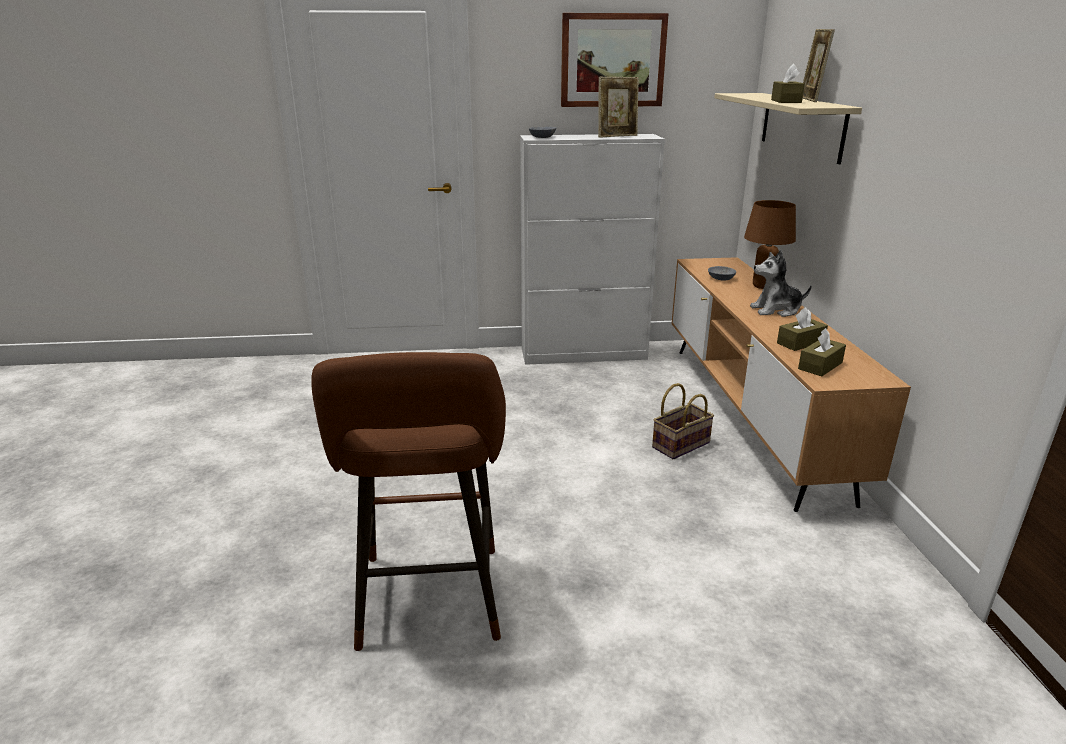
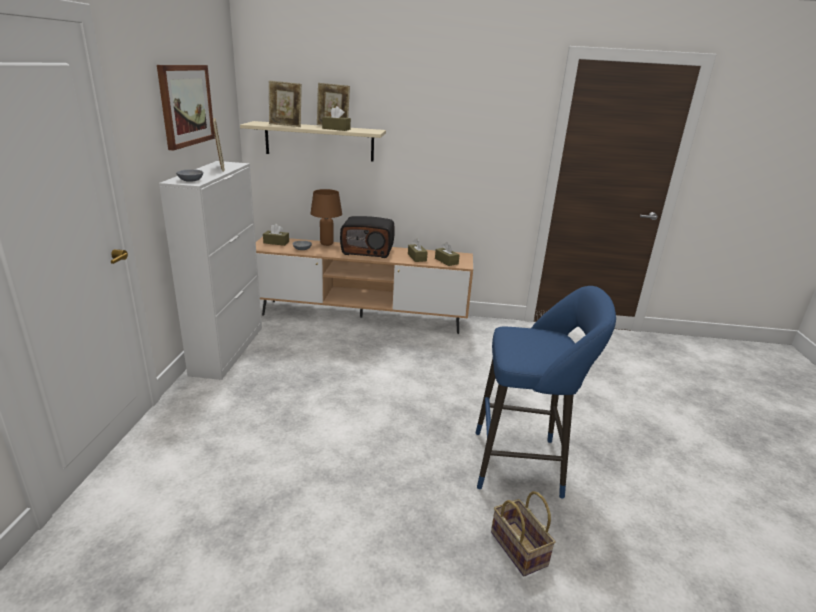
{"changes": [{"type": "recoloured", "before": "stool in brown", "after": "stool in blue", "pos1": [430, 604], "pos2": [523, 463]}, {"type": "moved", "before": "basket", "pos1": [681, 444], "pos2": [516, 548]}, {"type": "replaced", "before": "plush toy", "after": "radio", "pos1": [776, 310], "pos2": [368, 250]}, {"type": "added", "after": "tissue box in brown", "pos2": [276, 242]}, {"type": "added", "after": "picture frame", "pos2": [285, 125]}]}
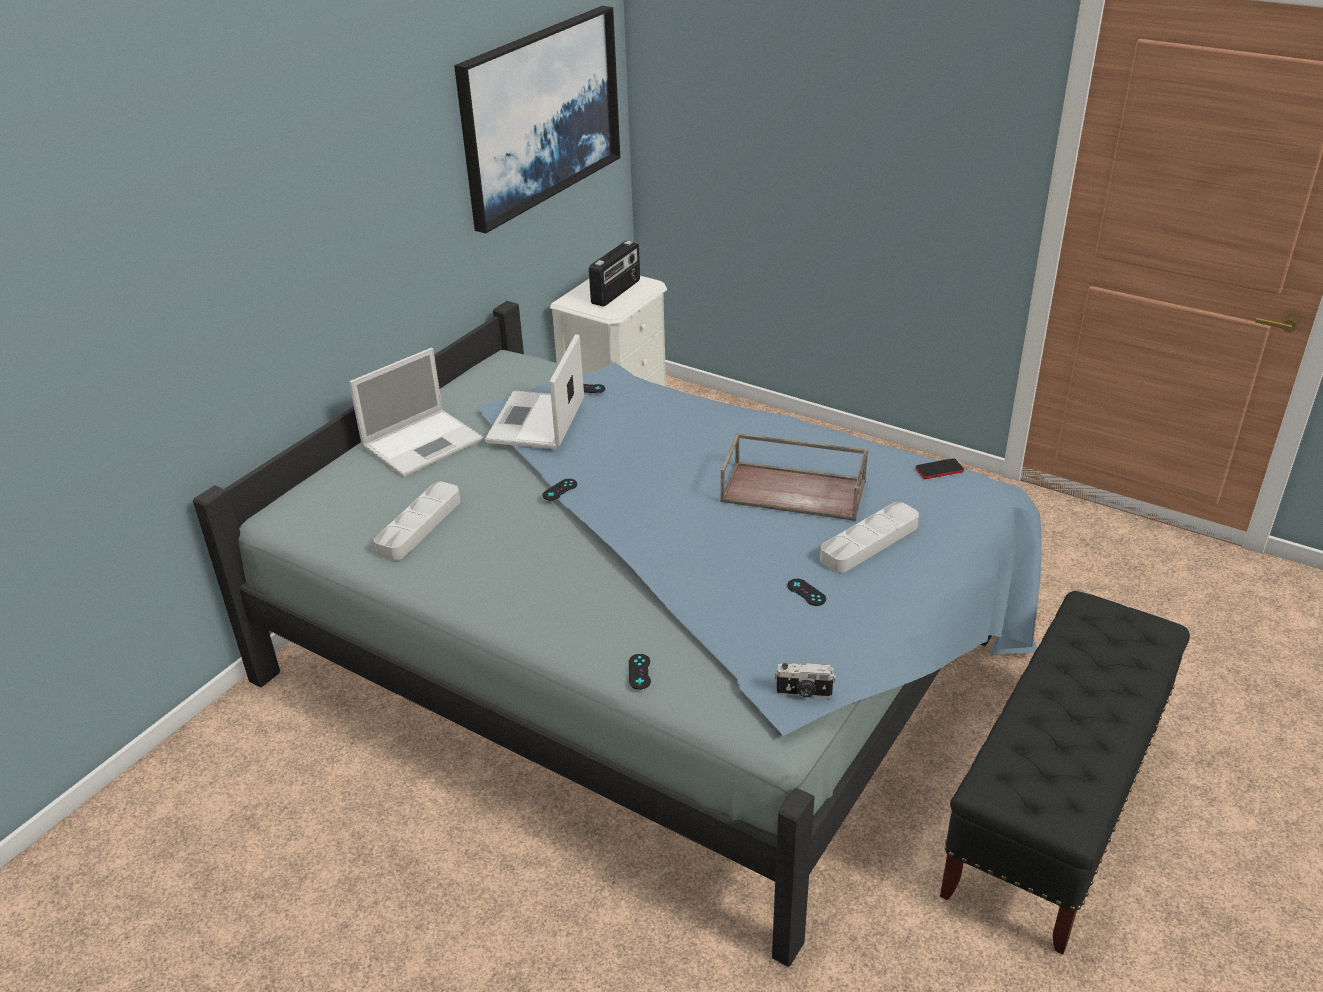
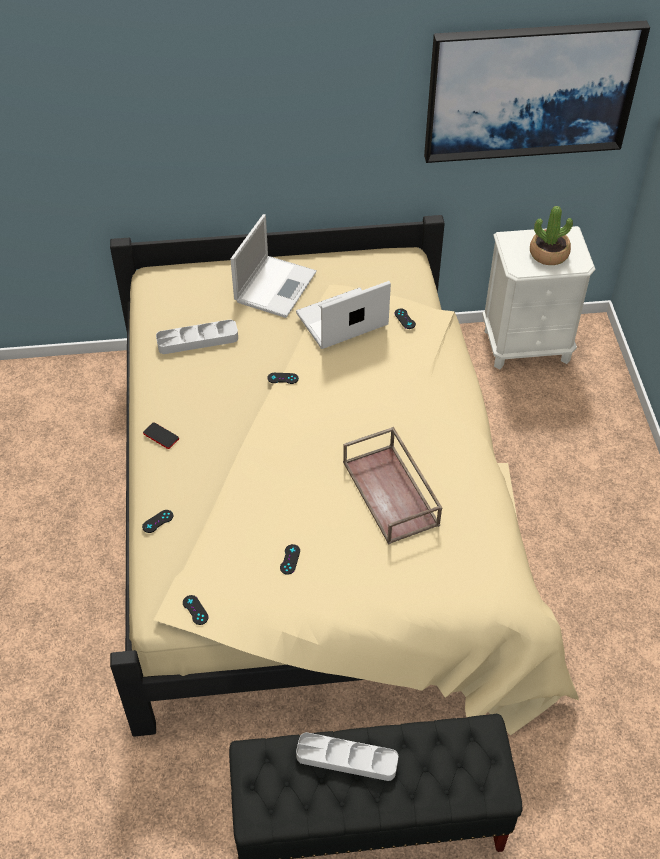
{"changes": [{"type": "recoloured", "before": "bed in blue", "after": "bed in beige", "pos1": [653, 650], "pos2": [320, 515]}, {"type": "turned", "before": "laptop", "pos1": [424, 442], "pos2": [276, 285], "turn": -75}, {"type": "replaced", "before": "radio", "after": "potted plant", "pos1": [616, 292], "pos2": [548, 254]}, {"type": "replaced", "before": "photo camera", "after": "game controller in black", "pos1": [804, 693], "pos2": [195, 610]}, {"type": "moved", "before": "tray in grey", "pos1": [869, 542], "pos2": [347, 759]}, {"type": "moved", "before": "phone", "pos1": [939, 469], "pos2": [161, 436]}]}
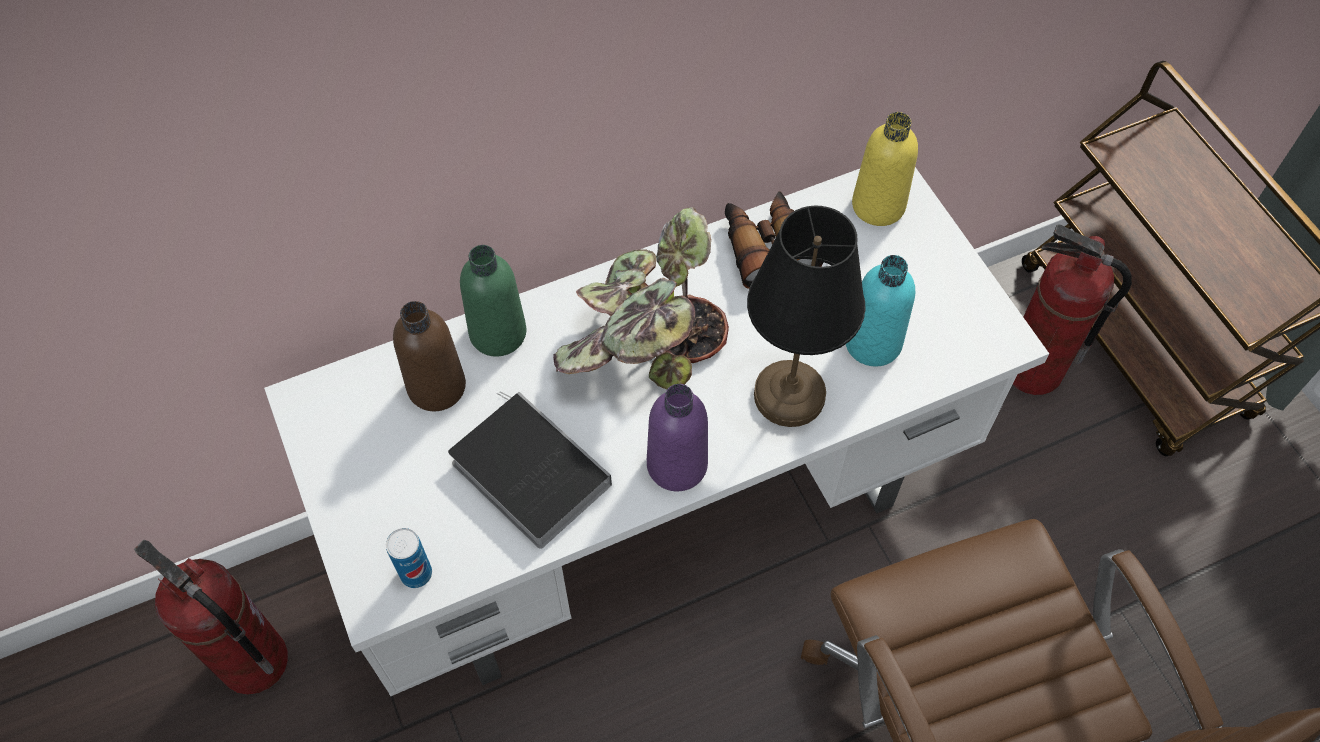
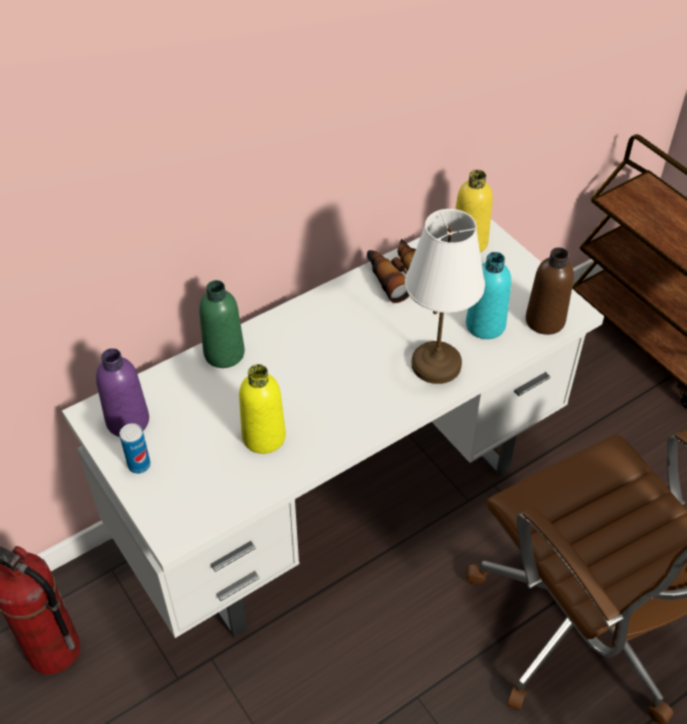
{"changes": [{"type": "moved", "before": "can", "pos1": [416, 573], "pos2": [139, 465]}, {"type": "moved", "before": "bottle in brown", "pos1": [436, 387], "pos2": [545, 320]}, {"type": "replaced", "before": "book", "after": "bottle in yellow", "pos1": [526, 471], "pos2": [264, 437]}, {"type": "removed", "before": "potted plant", "pos1": [641, 345]}, {"type": "moved", "before": "bottle in purple", "pos1": [677, 465], "pos2": [128, 421]}, {"type": "recoloured", "before": "table lamp in black", "after": "table lamp in white", "pos1": [791, 395], "pos2": [437, 364]}, {"type": "removed", "before": "fire extinguisher", "pos1": [1032, 370]}]}
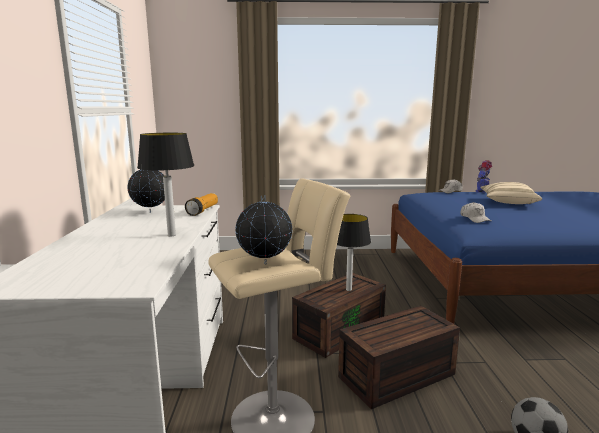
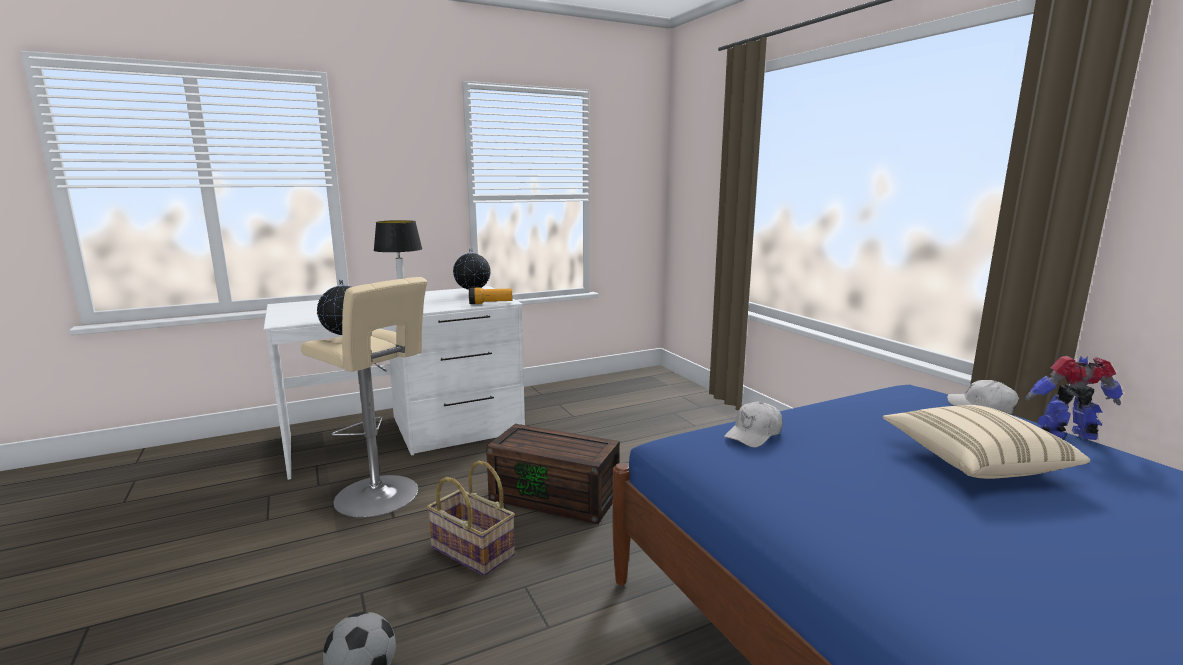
{"changes": [{"type": "removed", "before": "table lamp", "pos1": [348, 289]}, {"type": "replaced", "before": "storage box in brown", "after": "basket", "pos1": [396, 377], "pos2": [471, 552]}]}
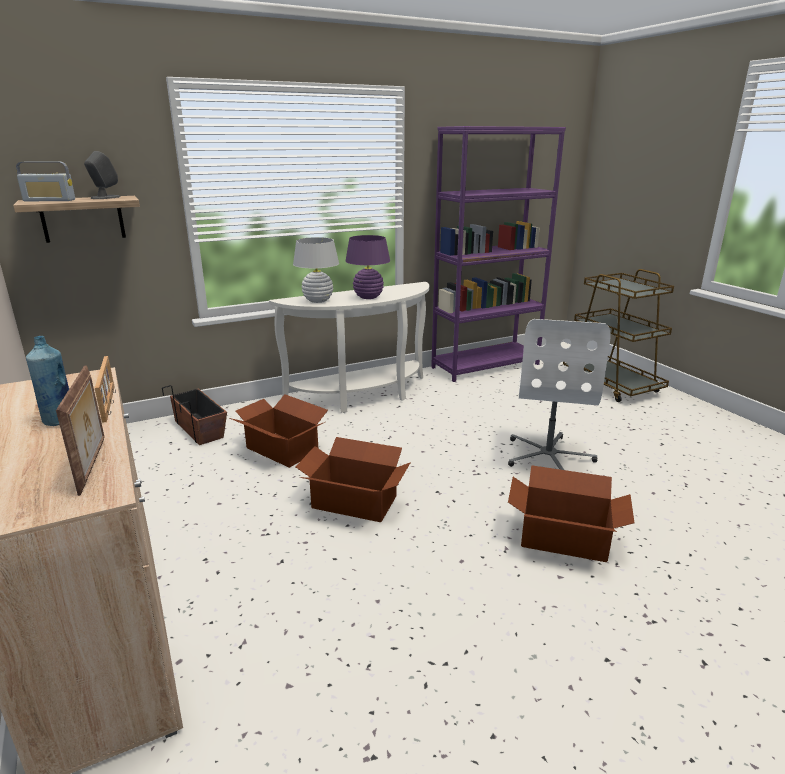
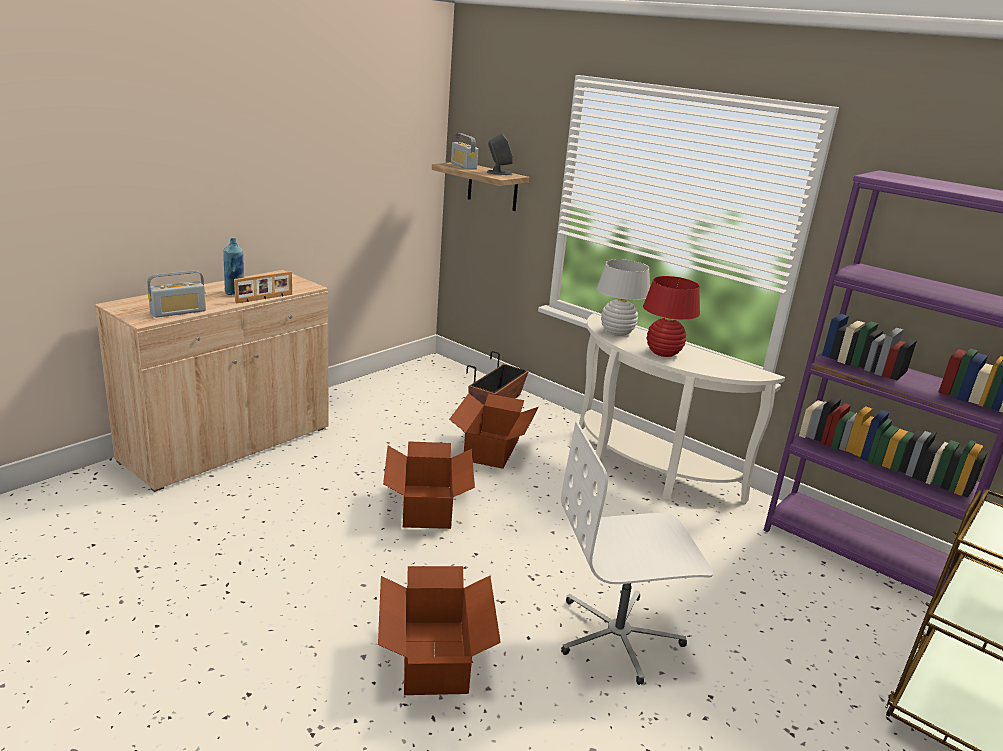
{"changes": [{"type": "replaced", "before": "picture frame", "after": "radio", "pos1": [94, 465], "pos2": [178, 312]}, {"type": "recoloured", "before": "table lamp in purple", "after": "table lamp in red", "pos1": [368, 297], "pos2": [663, 353]}]}
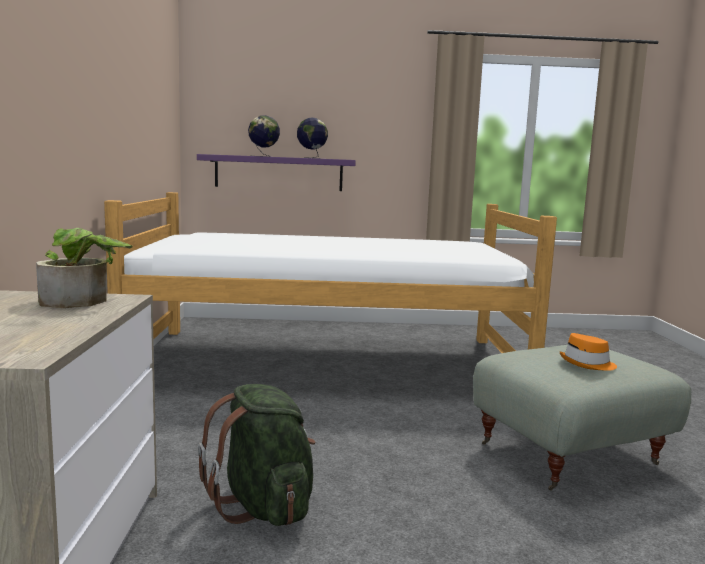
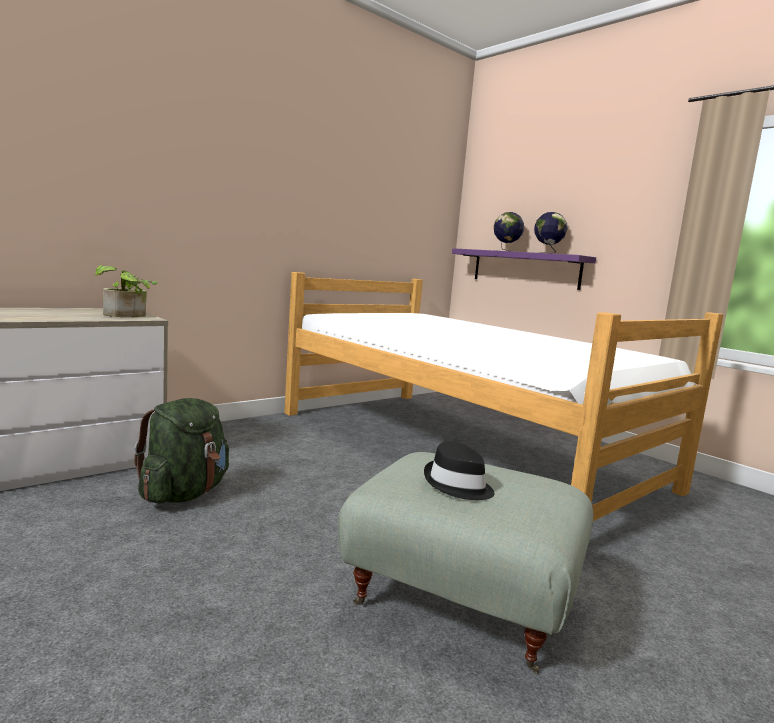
{"changes": [{"type": "recoloured", "before": "hat in orange", "after": "hat in black", "pos1": [588, 364], "pos2": [457, 485]}]}
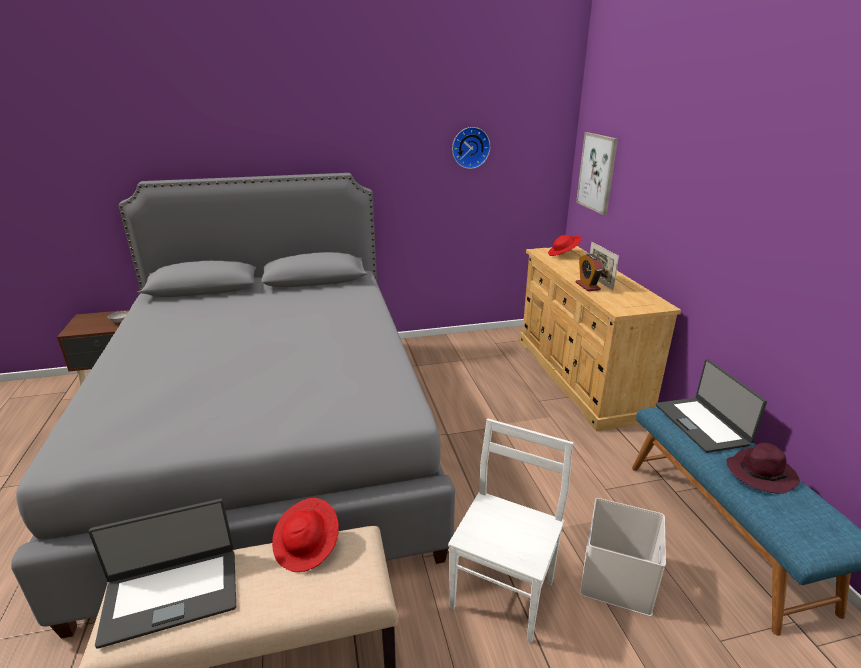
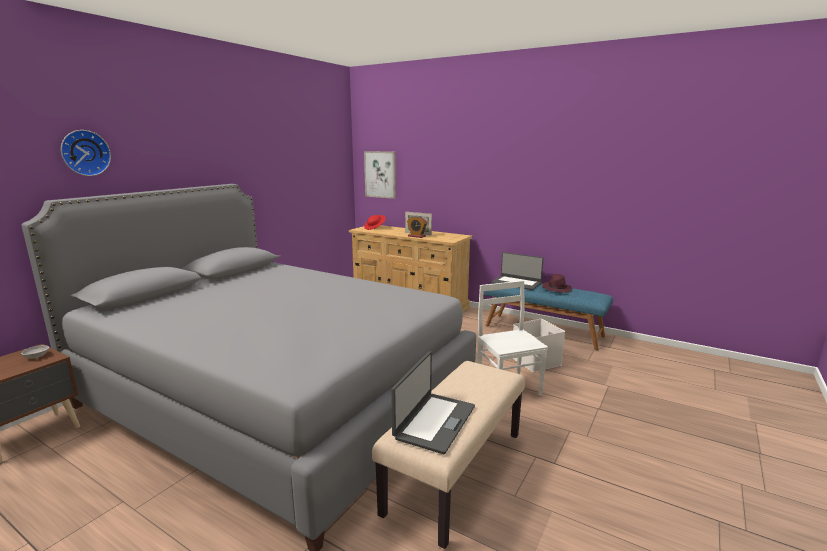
{"changes": [{"type": "removed", "before": "hat in red", "pos1": [307, 547]}, {"type": "moved", "before": "wall clock", "pos1": [470, 147], "pos2": [84, 153]}]}
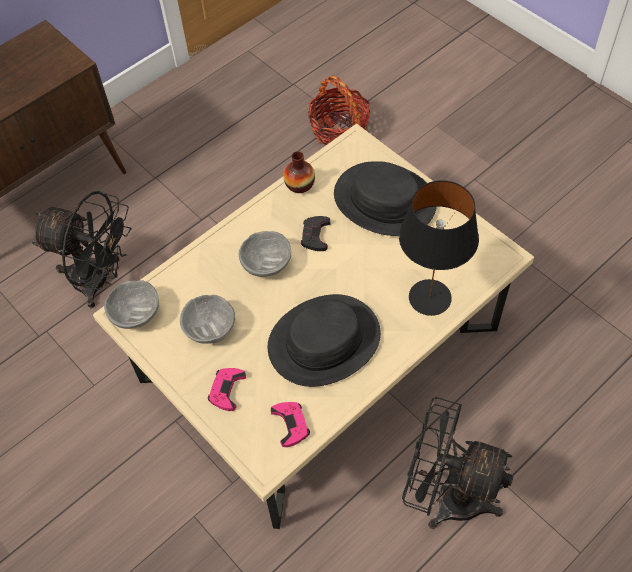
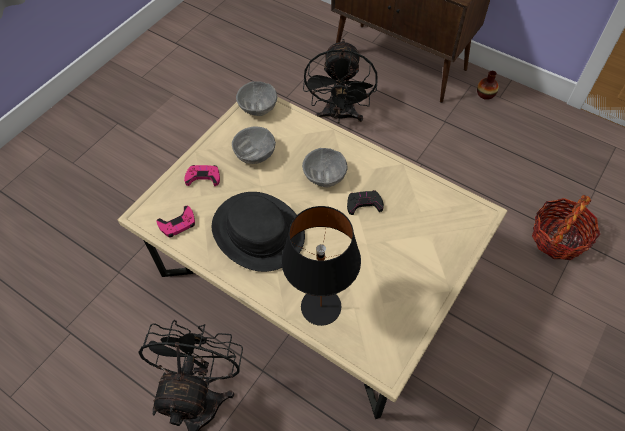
{"changes": [{"type": "moved", "before": "vase", "pos1": [299, 184], "pos2": [485, 94]}, {"type": "removed", "before": "hat in black", "pos1": [384, 200]}]}
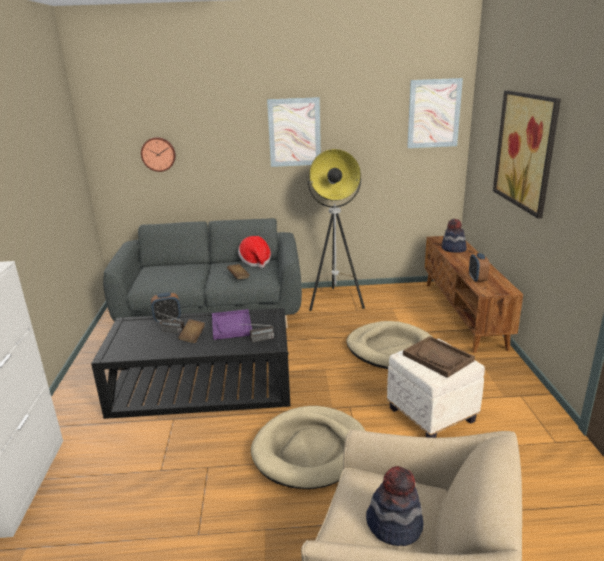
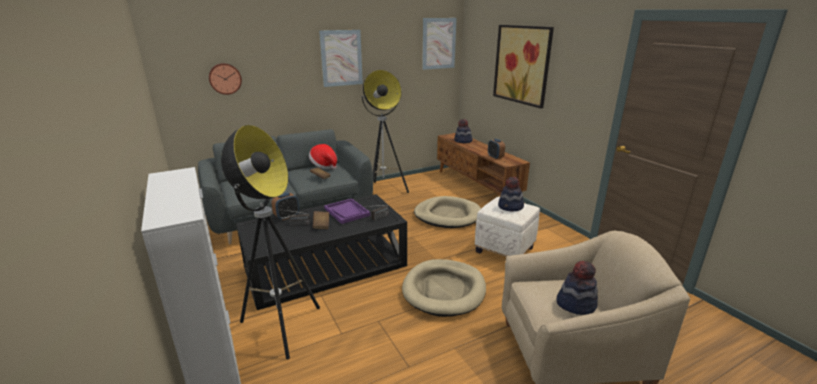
{"changes": [{"type": "replaced", "before": "tray in brown", "after": "hat", "pos1": [438, 358], "pos2": [510, 207]}, {"type": "added", "after": "floor lamp", "pos2": [280, 328]}]}
